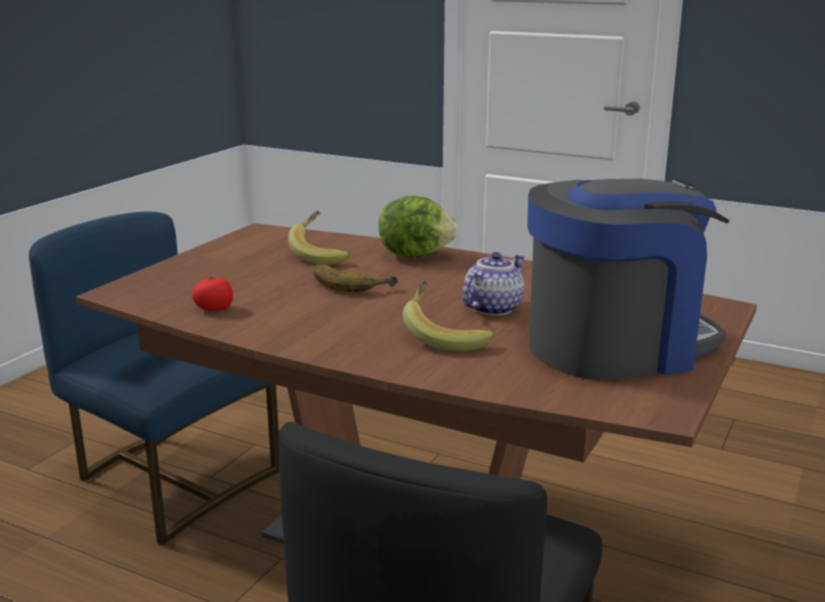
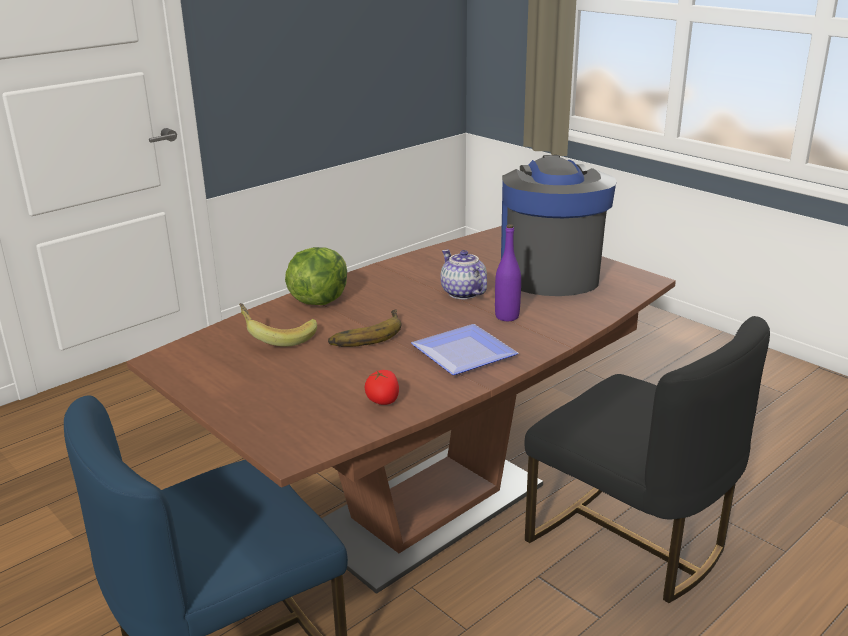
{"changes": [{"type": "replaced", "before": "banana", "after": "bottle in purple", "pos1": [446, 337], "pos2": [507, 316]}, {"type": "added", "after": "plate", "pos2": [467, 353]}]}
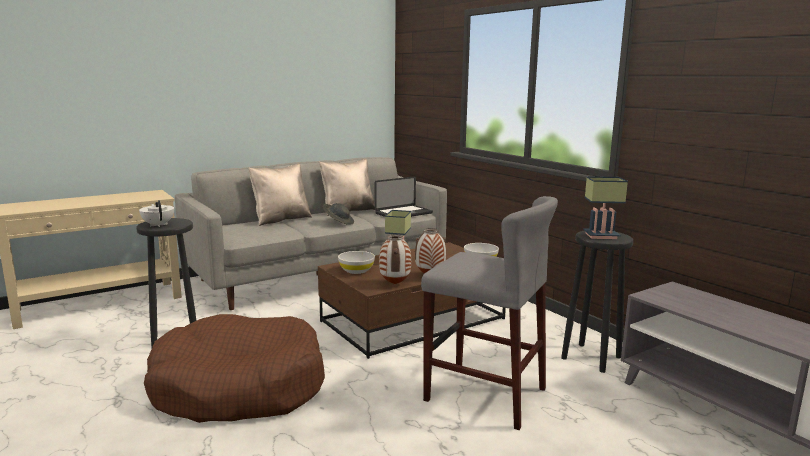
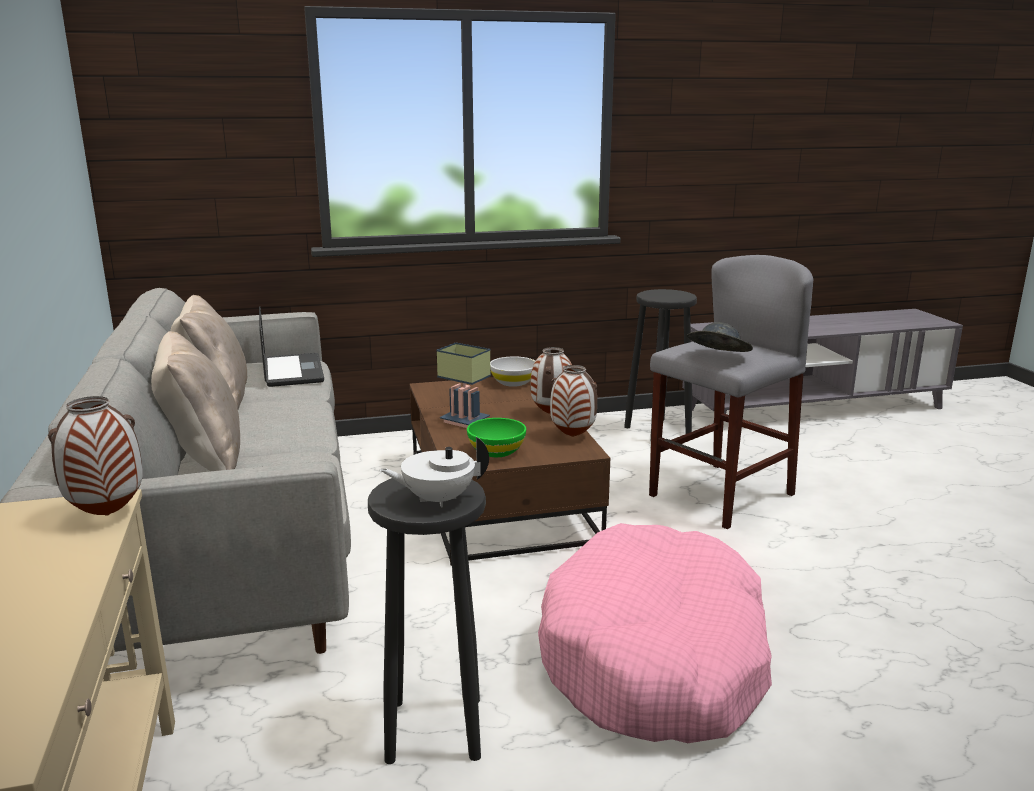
{"changes": [{"type": "recoloured", "before": "dog bed in brown", "after": "dog bed in pink", "pos1": [239, 387], "pos2": [655, 658]}, {"type": "moved", "before": "hat in grey", "pos1": [338, 222], "pos2": [717, 357]}, {"type": "recoloured", "before": "bowl in white", "after": "bowl in green", "pos1": [356, 271], "pos2": [497, 451]}, {"type": "removed", "before": "table lamp", "pos1": [600, 236]}, {"type": "added", "after": "vase", "pos2": [106, 516]}]}
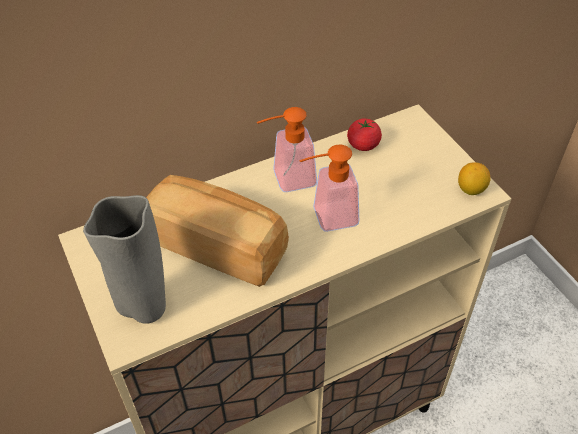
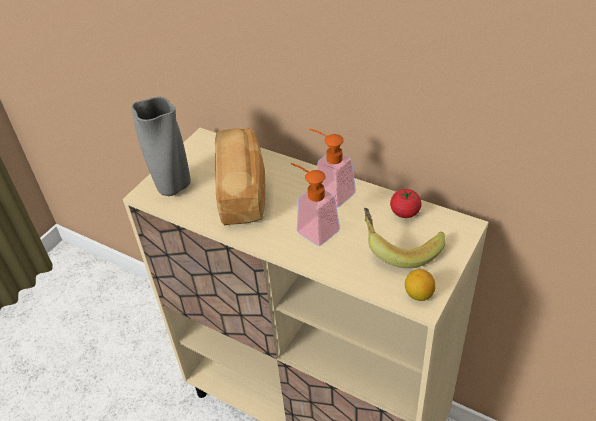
{"changes": [{"type": "added", "after": "banana", "pos2": [400, 247]}]}
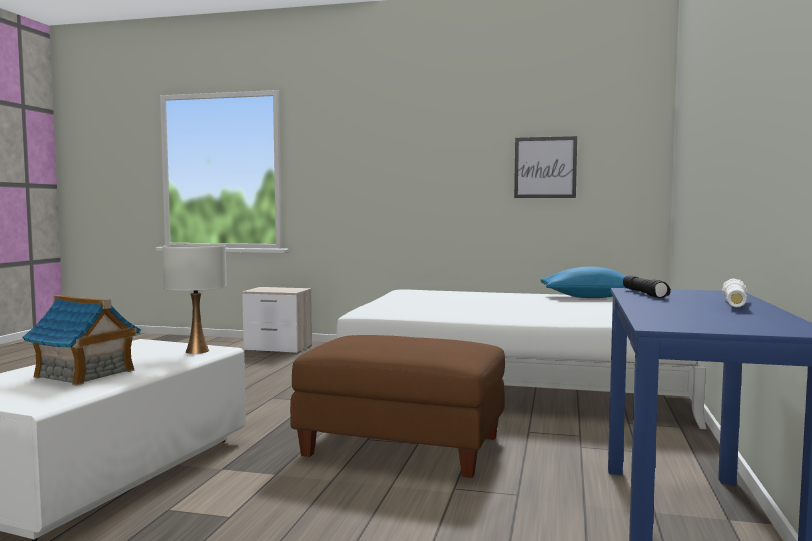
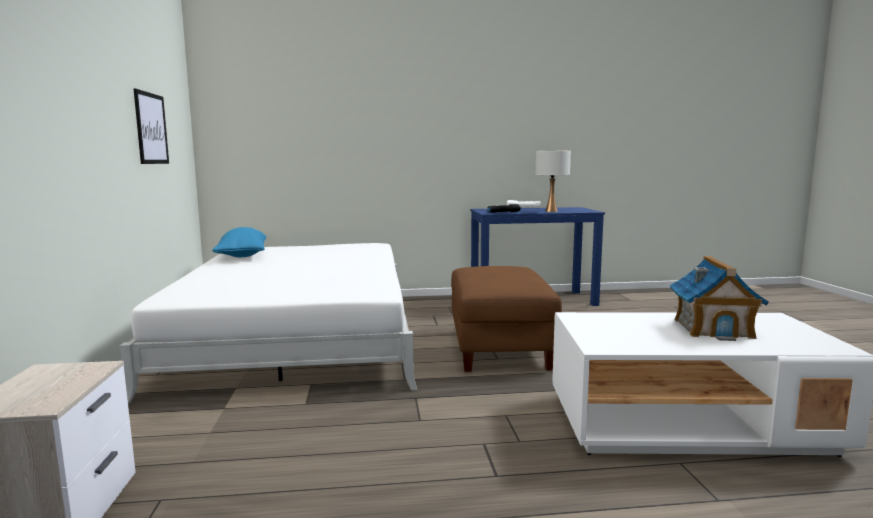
{"changes": [{"type": "moved", "before": "table lamp in white", "pos1": [197, 351], "pos2": [551, 211]}]}
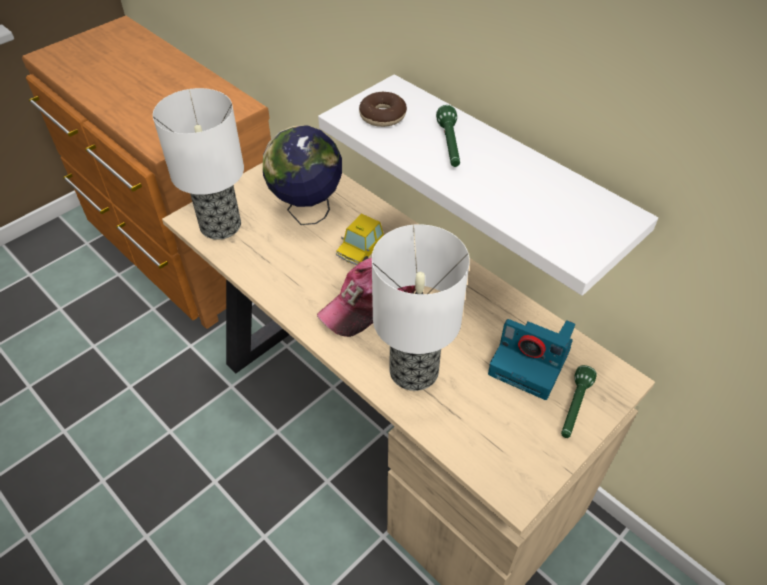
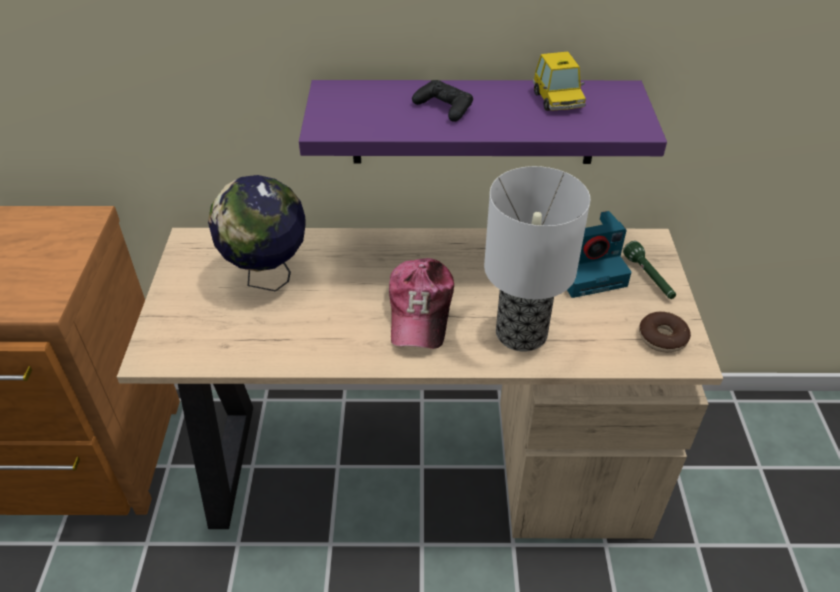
{"changes": [{"type": "removed", "before": "table lamp", "pos1": [221, 225]}, {"type": "recoloured", "before": "shelf in white", "after": "shelf in purple", "pos1": [505, 175], "pos2": [474, 122]}, {"type": "moved", "before": "toy car", "pos1": [360, 251], "pos2": [557, 100]}, {"type": "moved", "before": "donut", "pos1": [382, 116], "pos2": [662, 337]}, {"type": "replaced", "before": "flashlight in green", "after": "game controller in black", "pos1": [449, 146], "pos2": [444, 107]}]}
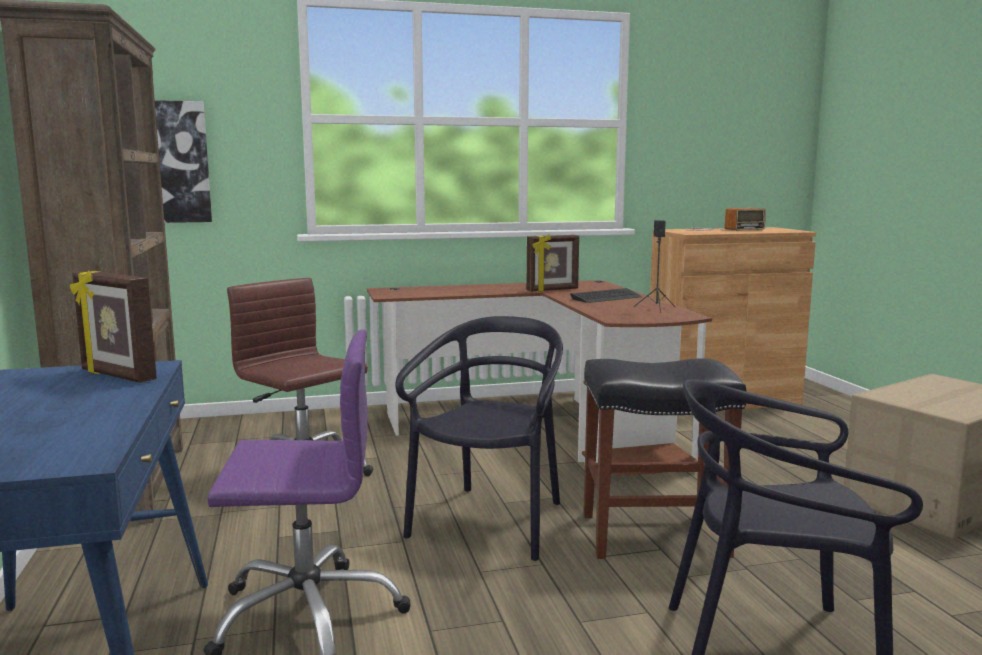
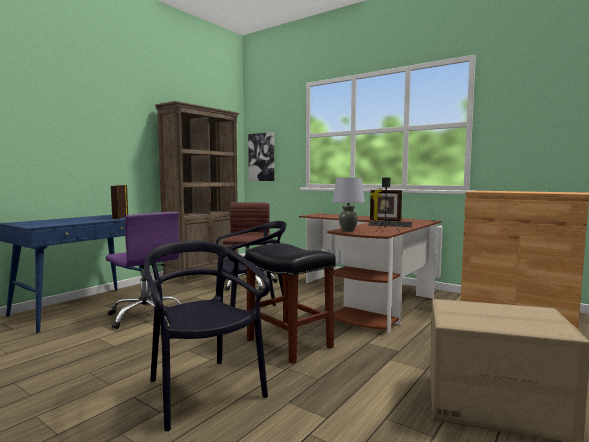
{"changes": [{"type": "removed", "before": "radio", "pos1": [720, 229]}, {"type": "added", "after": "table lamp in grey", "pos2": [348, 231]}]}
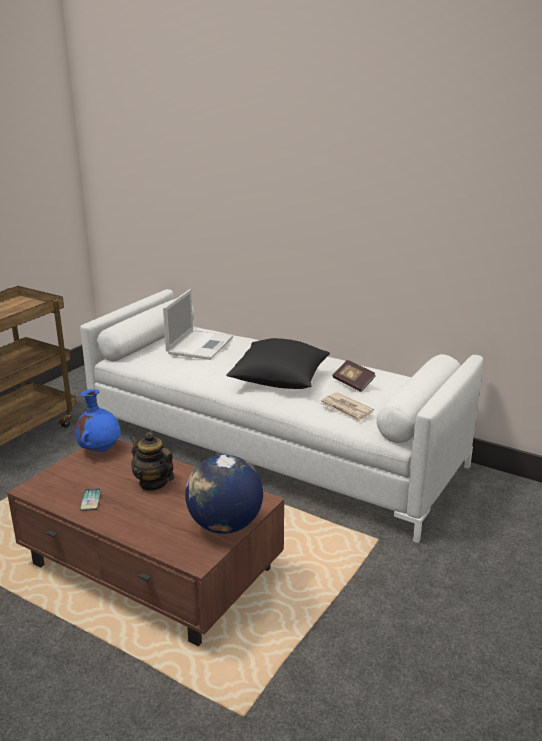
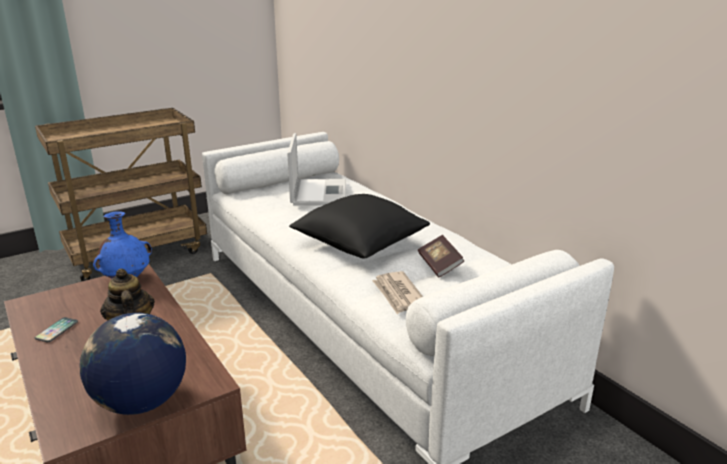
{"changes": [{"type": "turned", "before": "laptop", "pos1": [200, 345], "pos2": [318, 192], "turn": -45}]}
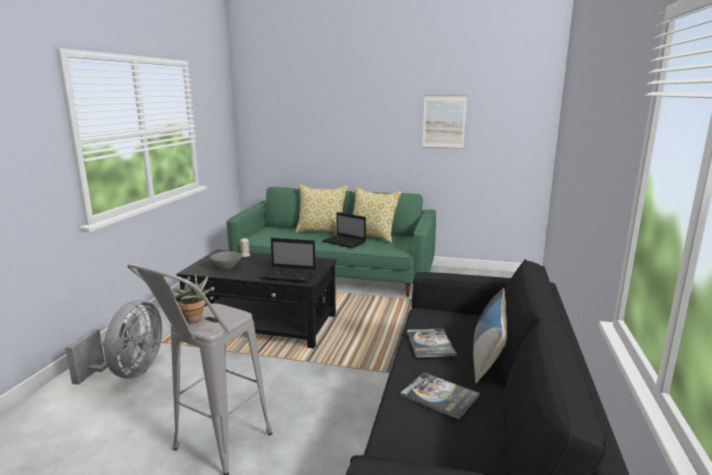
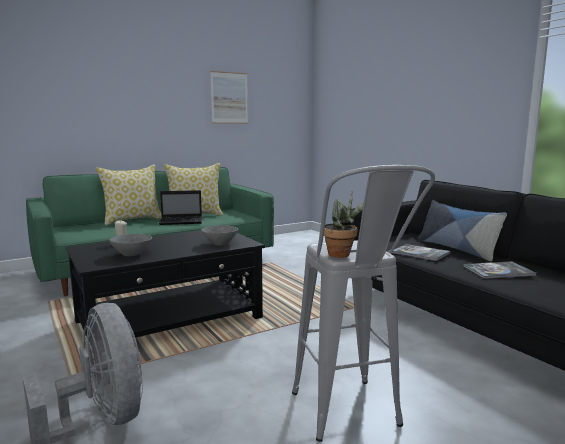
{"changes": [{"type": "replaced", "before": "laptop", "after": "bowl in grey", "pos1": [290, 275], "pos2": [220, 244]}]}
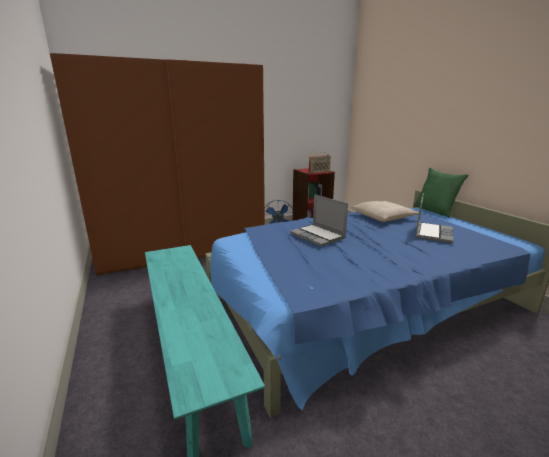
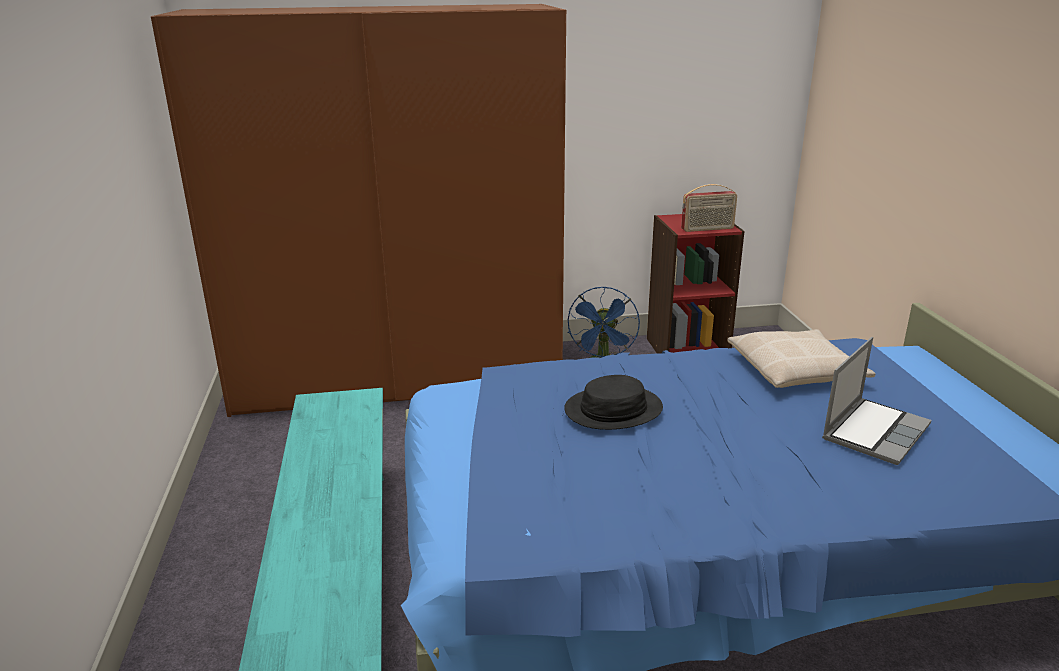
{"changes": [{"type": "replaced", "before": "laptop", "after": "hat in black", "pos1": [318, 236], "pos2": [613, 410]}, {"type": "removed", "before": "pillow in green", "pos1": [435, 211]}]}
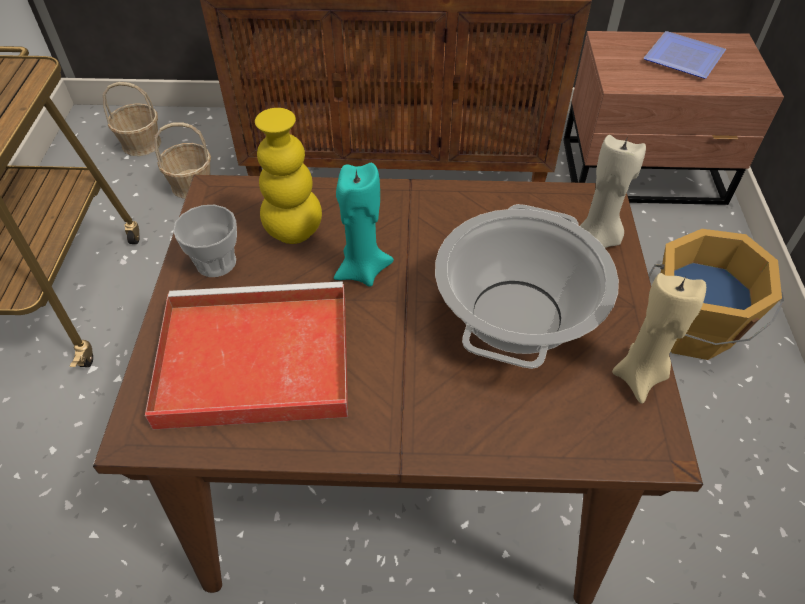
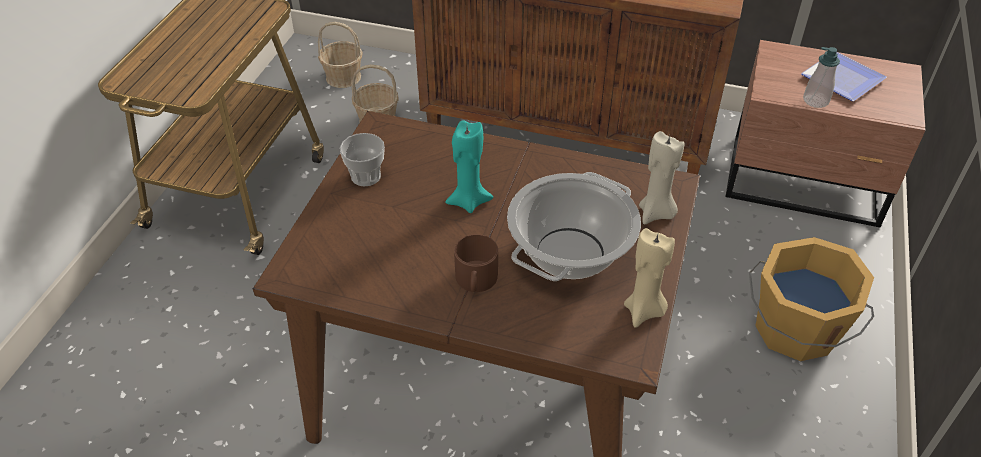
{"changes": [{"type": "removed", "before": "tray in red", "pos1": [251, 360]}, {"type": "removed", "before": "vase in yellow", "pos1": [294, 232]}, {"type": "added", "after": "mug in brown", "pos2": [476, 280]}, {"type": "added", "after": "soap dispenser", "pos2": [815, 100]}]}
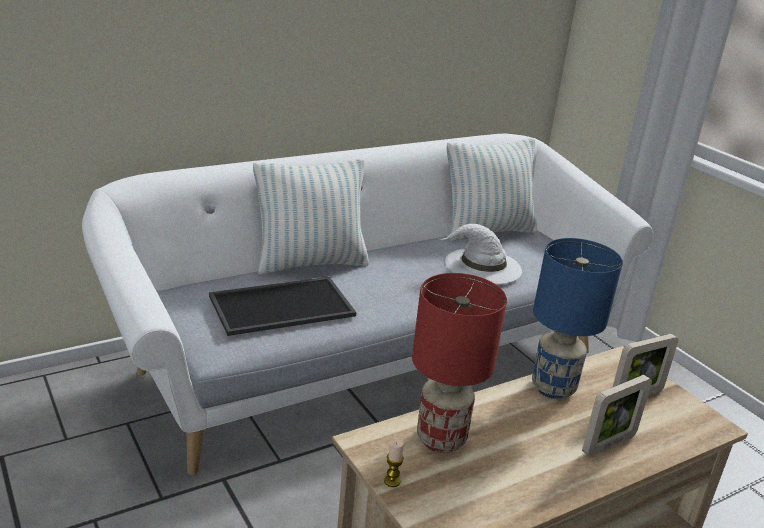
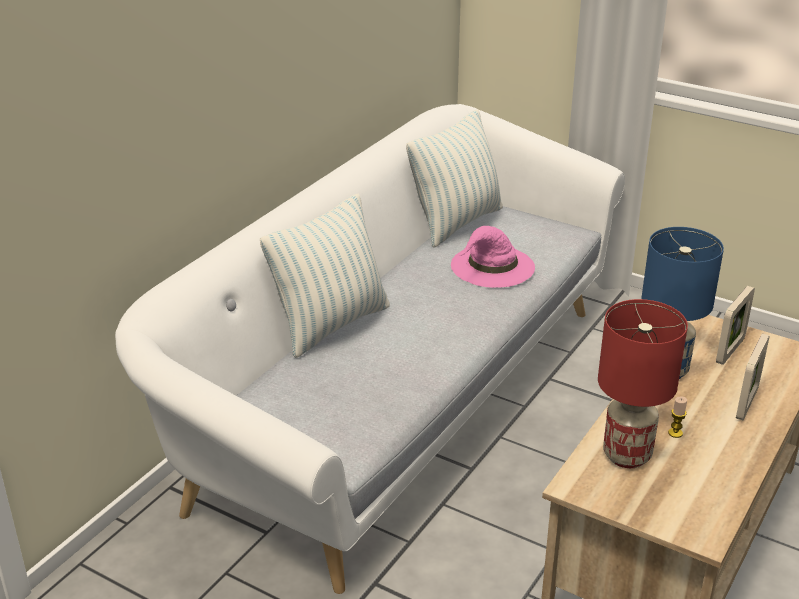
{"changes": [{"type": "removed", "before": "tray", "pos1": [282, 305]}, {"type": "moved", "before": "candle", "pos1": [392, 481], "pos2": [675, 433]}, {"type": "recoloured", "before": "hat in white", "after": "hat in pink", "pos1": [482, 266], "pos2": [492, 267]}]}
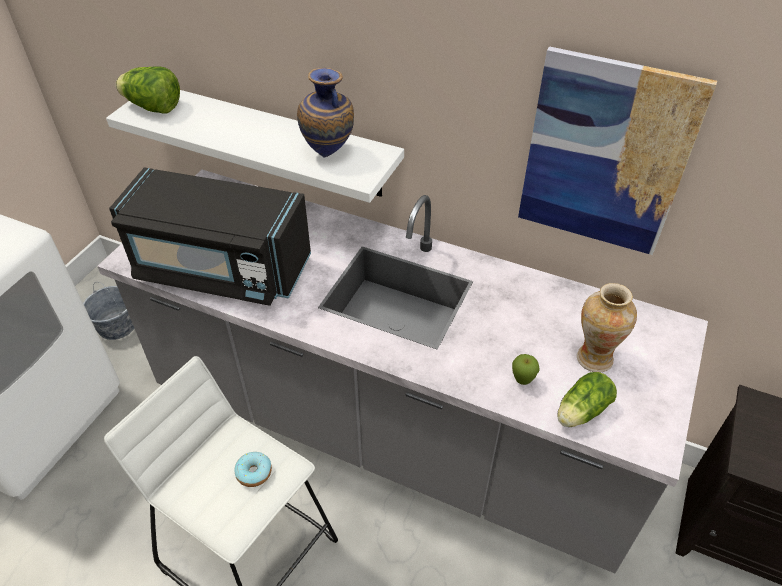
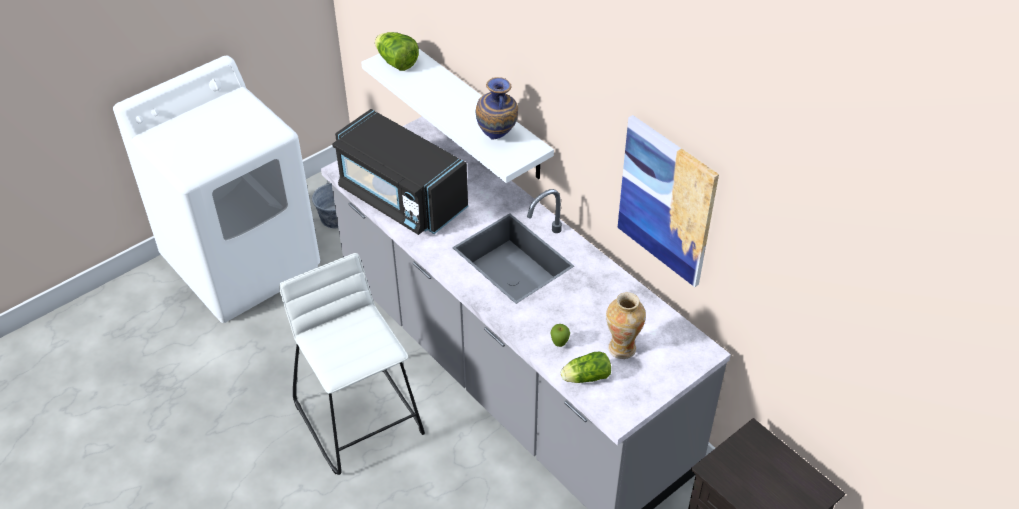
{"changes": [{"type": "removed", "before": "donut", "pos1": [254, 473]}]}
